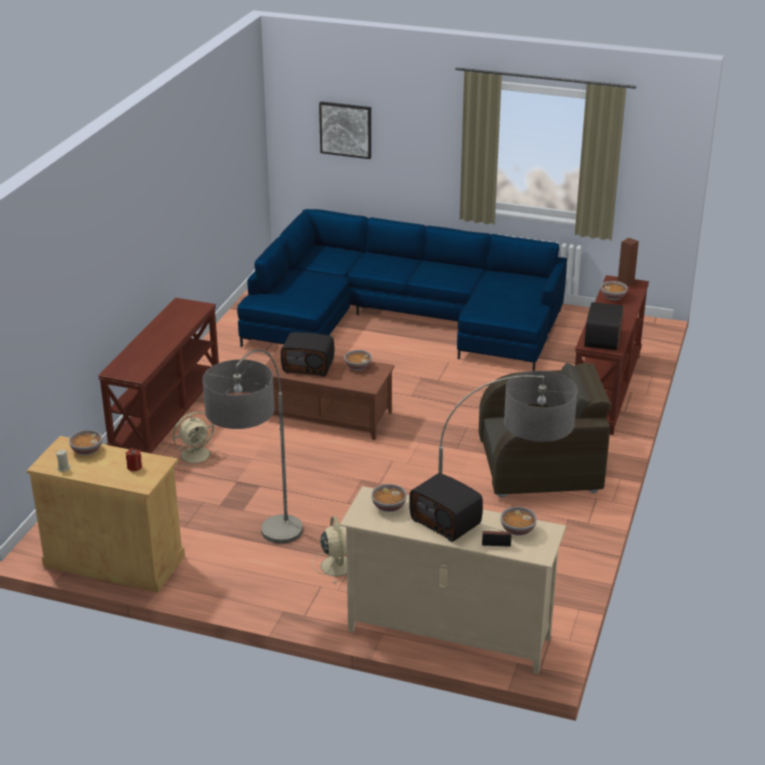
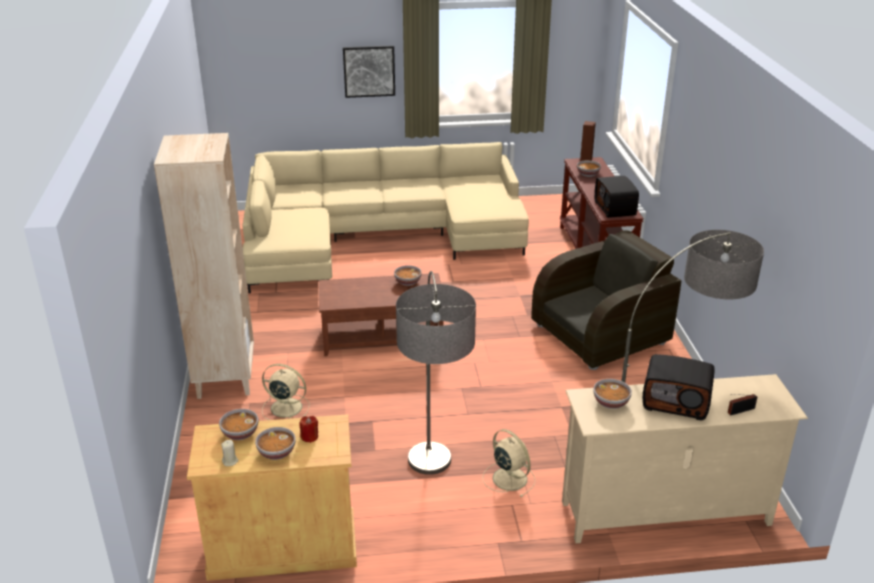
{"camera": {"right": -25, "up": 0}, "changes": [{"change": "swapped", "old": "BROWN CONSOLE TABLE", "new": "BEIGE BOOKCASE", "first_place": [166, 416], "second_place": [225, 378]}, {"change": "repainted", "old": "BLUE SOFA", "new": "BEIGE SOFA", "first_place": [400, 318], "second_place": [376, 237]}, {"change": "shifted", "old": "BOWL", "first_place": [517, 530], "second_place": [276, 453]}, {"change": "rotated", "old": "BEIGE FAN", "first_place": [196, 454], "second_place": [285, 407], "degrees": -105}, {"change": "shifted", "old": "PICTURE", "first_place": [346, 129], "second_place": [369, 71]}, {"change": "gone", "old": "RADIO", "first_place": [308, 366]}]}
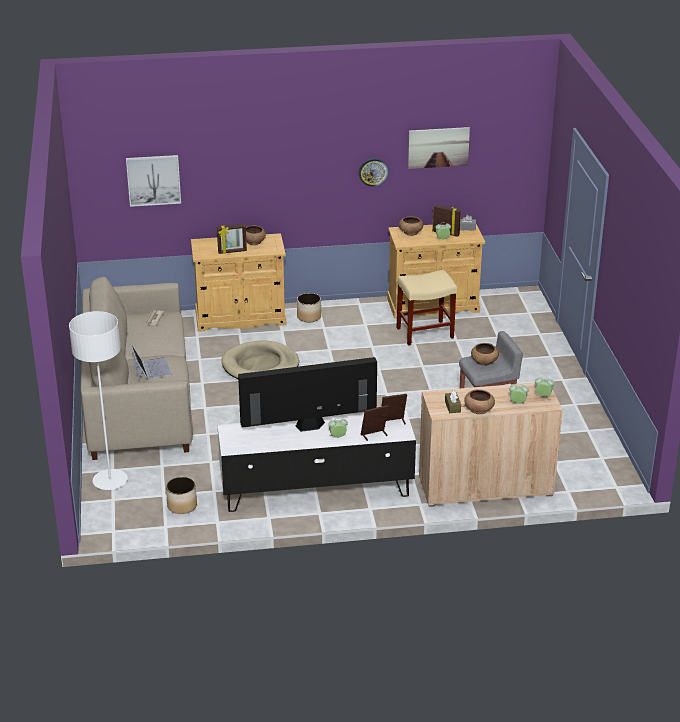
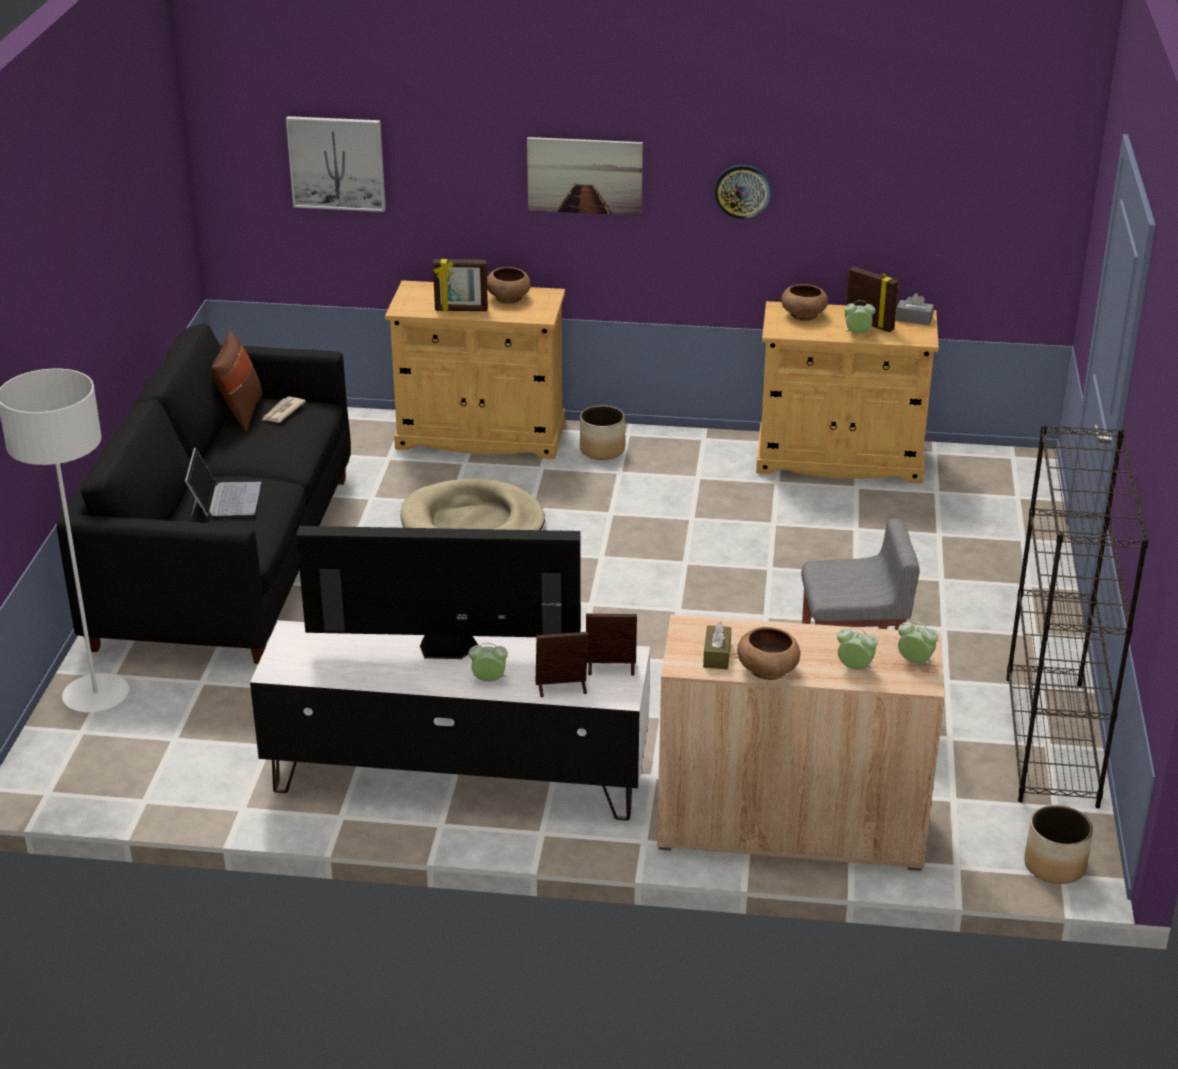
{"camera": {"right": 15, "up": 0}, "changes": [{"change": "repainted", "old": "BEIGE SOFA", "new": "BLACK SOFA", "first_place": [138, 402], "second_place": [225, 560]}, {"change": "new", "new": "BROWN PILLOW", "second_place": [240, 413]}, {"change": "shifted", "old": "PICTURE", "first_place": [438, 147], "second_place": [585, 175]}, {"change": "new", "new": "BLACK BOOKCASE", "second_place": [1052, 741]}, {"change": "shifted", "old": "PLANTER", "first_place": [181, 506], "second_place": [1054, 865]}, {"change": "gone", "old": "BEIGE STOOL", "first_place": [425, 332]}, {"change": "gone", "old": "BROWN BOWL", "first_place": [484, 362]}]}
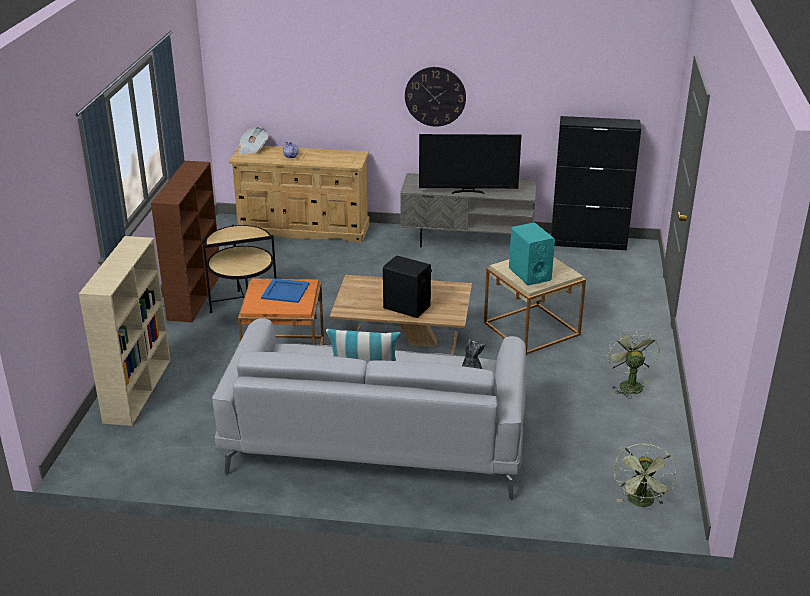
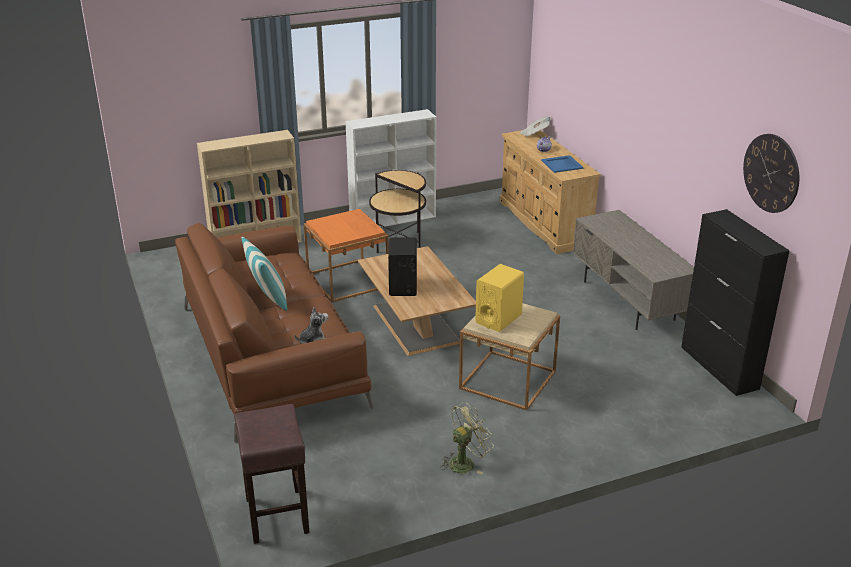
{"camera": {"right": 60, "up": 0}, "changes": [{"change": "repainted", "old": "GREY SOFA", "new": "BROWN SOFA", "first_place": [375, 439], "second_place": [270, 354]}, {"change": "swapped", "old": "GREEN FAN", "new": "BROWN STOOL", "first_place": [641, 503], "second_place": [277, 516]}, {"change": "repainted", "old": "BROWN BOOKCASE", "new": "WHITE BOOKCASE", "first_place": [195, 295], "second_place": [393, 219]}, {"change": "repainted", "old": "TURQUOISE SPEAKER", "new": "YELLOW SPEAKER", "first_place": [529, 274], "second_place": [498, 318]}, {"change": "shifted", "old": "BLUE TRAY", "first_place": [286, 291], "second_place": [562, 164]}, {"change": "shifted", "old": "WALL CLOCK", "first_place": [435, 96], "second_place": [771, 173]}, {"change": "gone", "old": "TELEVISION", "first_place": [468, 192]}]}
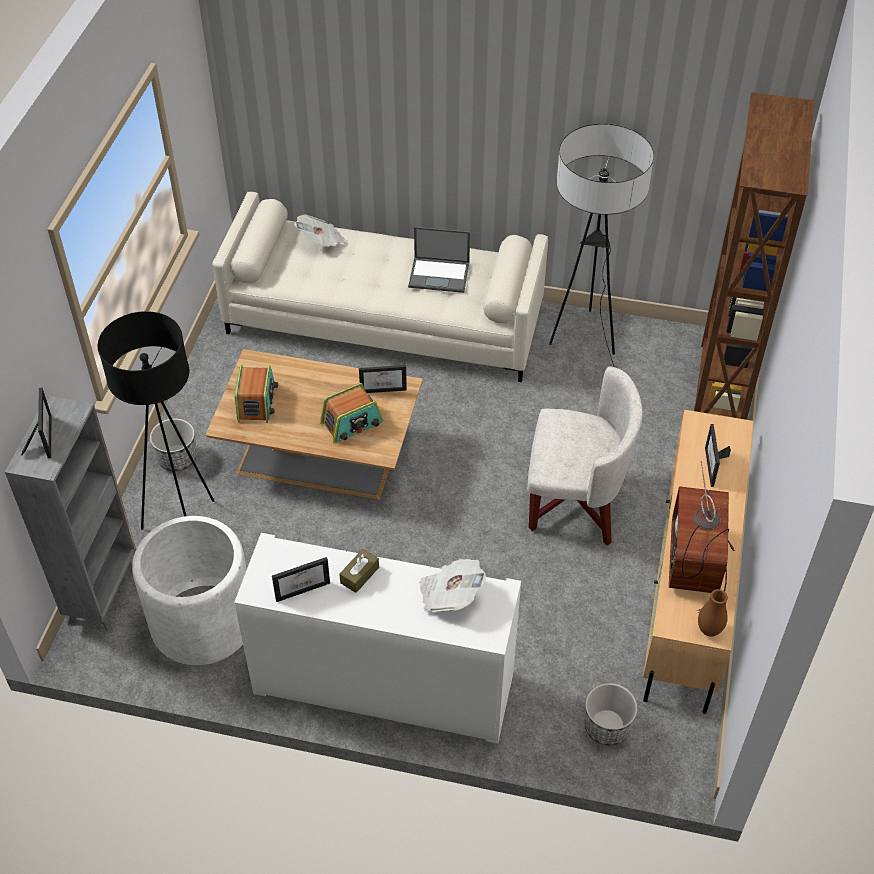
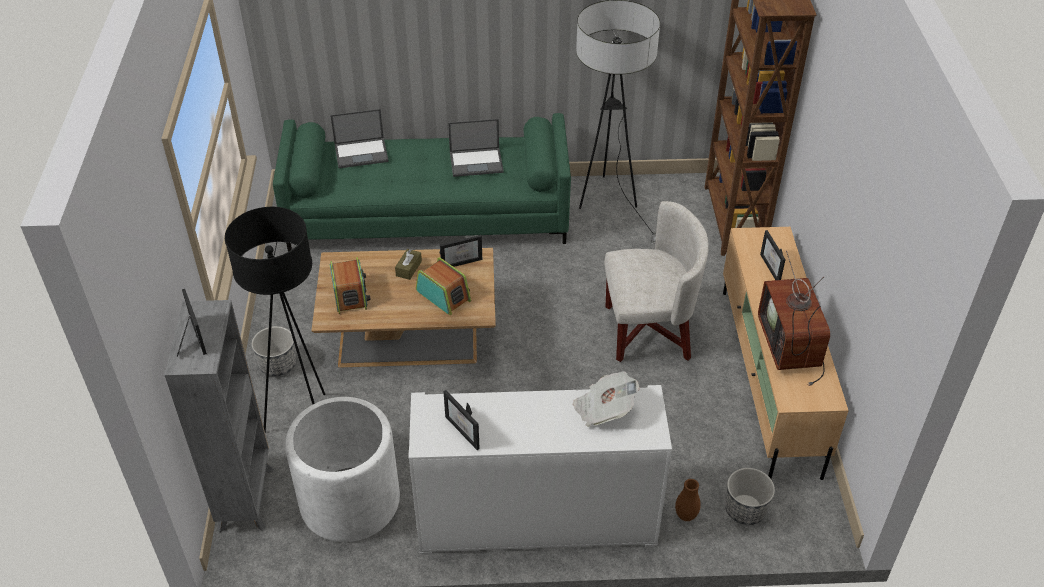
{"camera": {"right": -15, "up": -5}, "changes": [{"change": "repainted", "old": "BEIGE SOFA", "new": "GREEN SOFA", "first_place": [385, 320], "second_place": [429, 215]}, {"change": "swapped", "old": "NEWSPAPER", "new": "LAPTOP", "first_place": [321, 241], "second_place": [362, 153]}, {"change": "shifted", "old": "BROWN TISSUE BOX", "first_place": [359, 575], "second_place": [408, 268]}, {"change": "rotated", "old": "RADIO", "first_place": [352, 423], "second_place": [443, 295], "degrees": -90}, {"change": "rotated", "old": "PICTURE FRAME", "first_place": [302, 586], "second_place": [467, 430], "degrees": 90}, {"change": "shifted", "old": "BROWN VASE", "first_place": [709, 630], "second_place": [686, 516]}]}
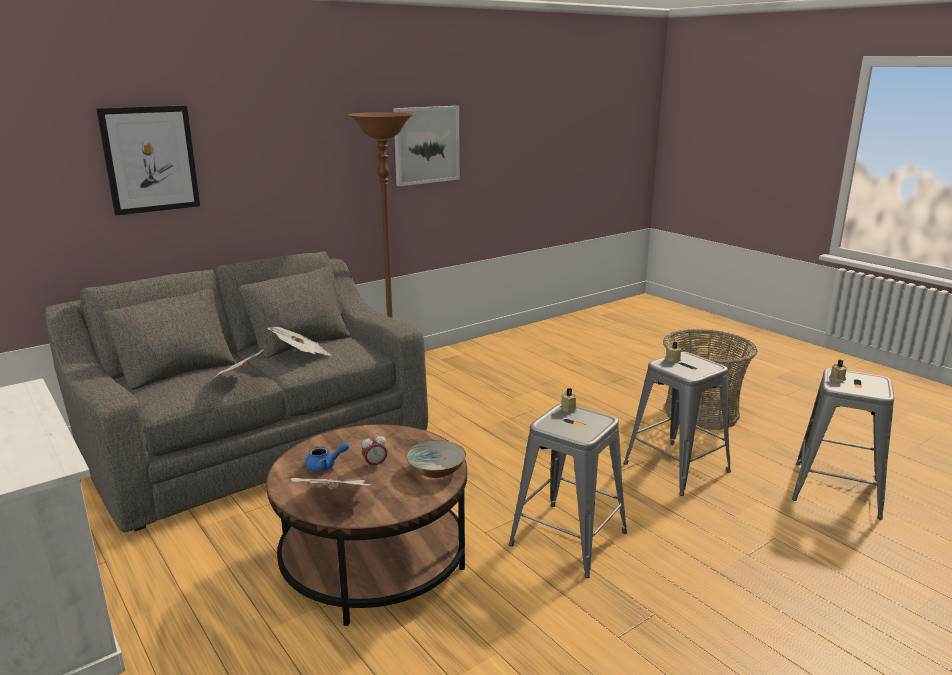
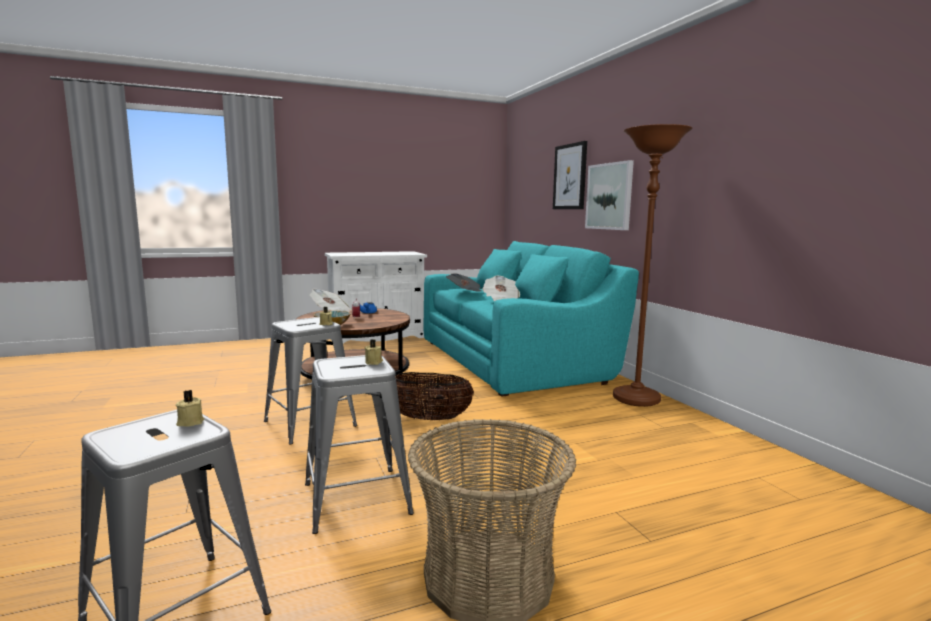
{"camera": {"right": 105, "up": -10}, "changes": [{"change": "new", "new": "BASKET", "second_place": [428, 419]}, {"change": "repainted", "old": "GREY SOFA", "new": "TURQUOISE SOFA", "first_place": [255, 442], "second_place": [514, 360]}, {"change": "shifted", "old": "PICTURE", "first_place": [426, 145], "second_place": [609, 196]}]}
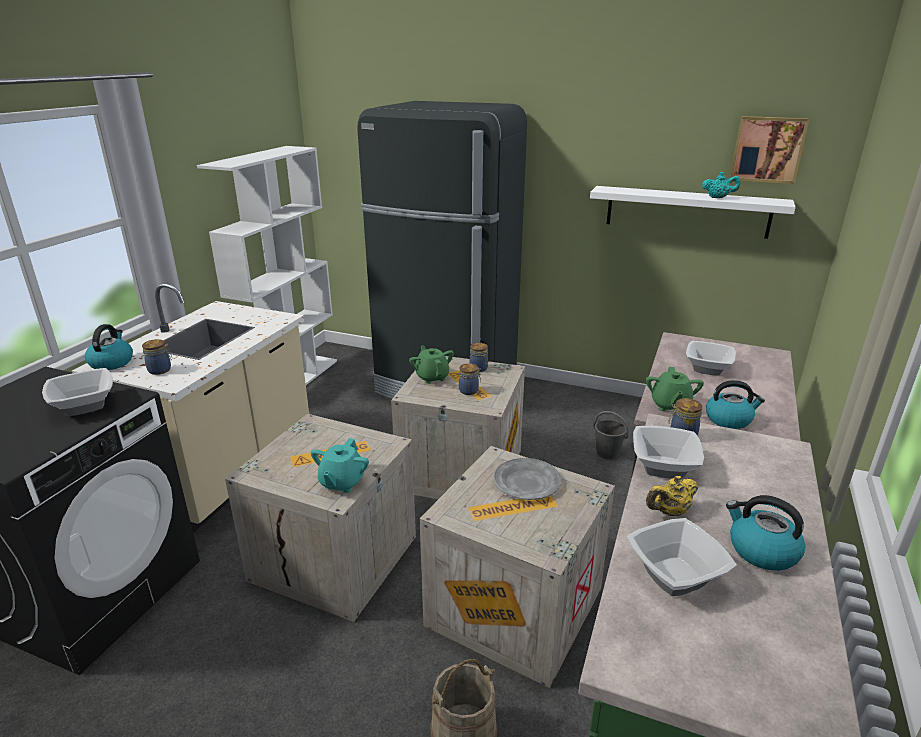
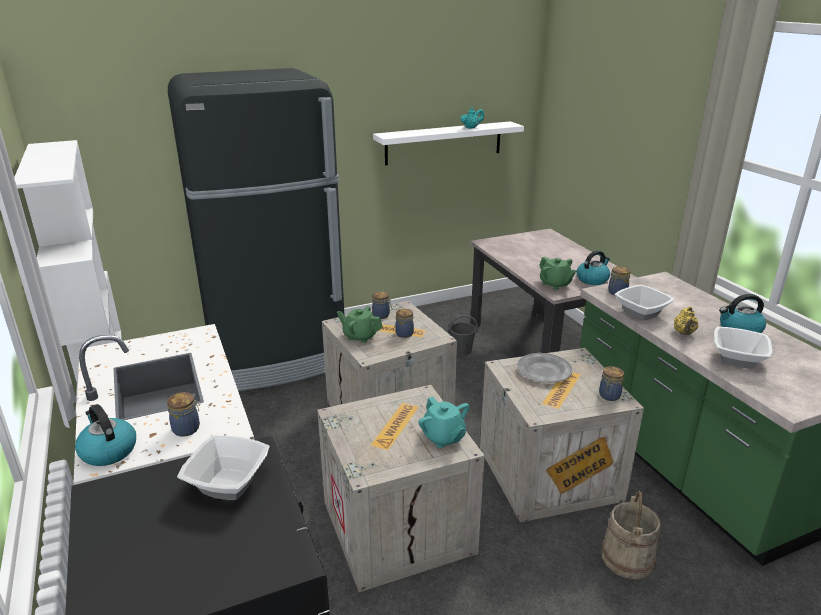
{"camera": {"right": -45, "up": 0}, "changes": [{"change": "new", "new": "JAR", "second_place": [609, 396]}, {"change": "gone", "old": "BOWL", "first_place": [708, 368]}, {"change": "gone", "old": "PICTURE", "first_place": [767, 149]}]}
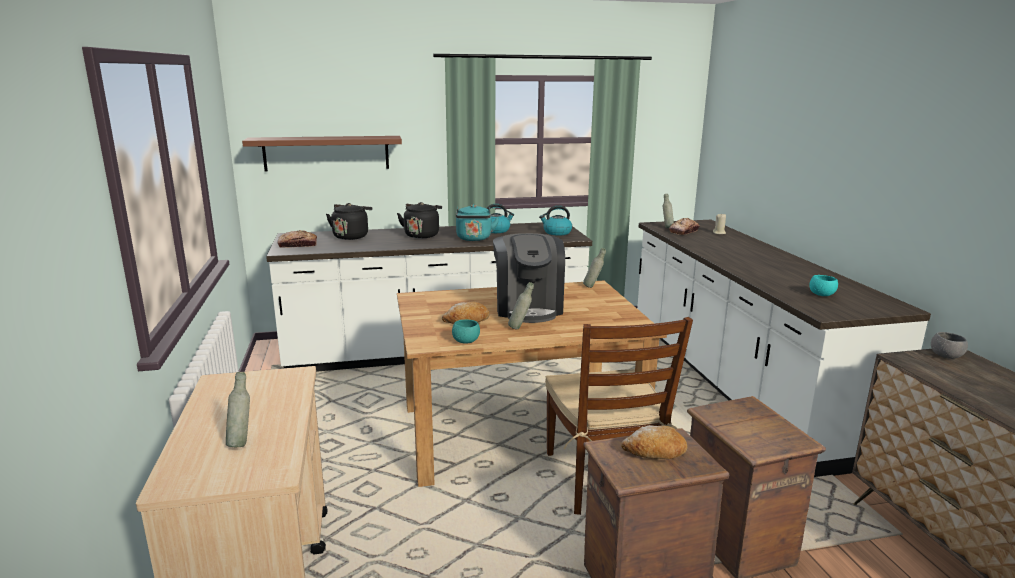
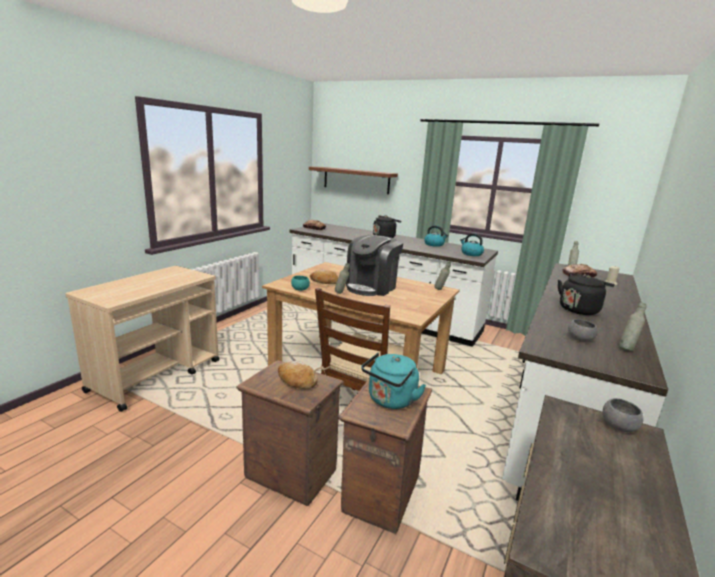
{"camera": {"right": 40, "up": 0}, "changes": [{"change": "shifted", "old": "TURQUOISE KETTLE", "first_place": [474, 239], "second_place": [390, 401]}, {"change": "shifted", "old": "BLACK KETTLE", "first_place": [351, 236], "second_place": [579, 309]}, {"change": "repainted", "old": "TURQUOISE BOWL", "new": "GREY BOWL", "first_place": [822, 295], "second_place": [580, 339]}, {"change": "shifted", "old": "GREY BOTTLE", "first_place": [241, 442], "second_place": [627, 349]}]}
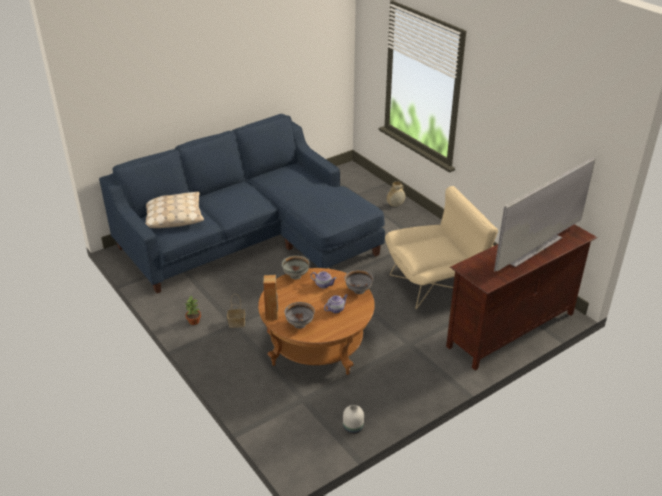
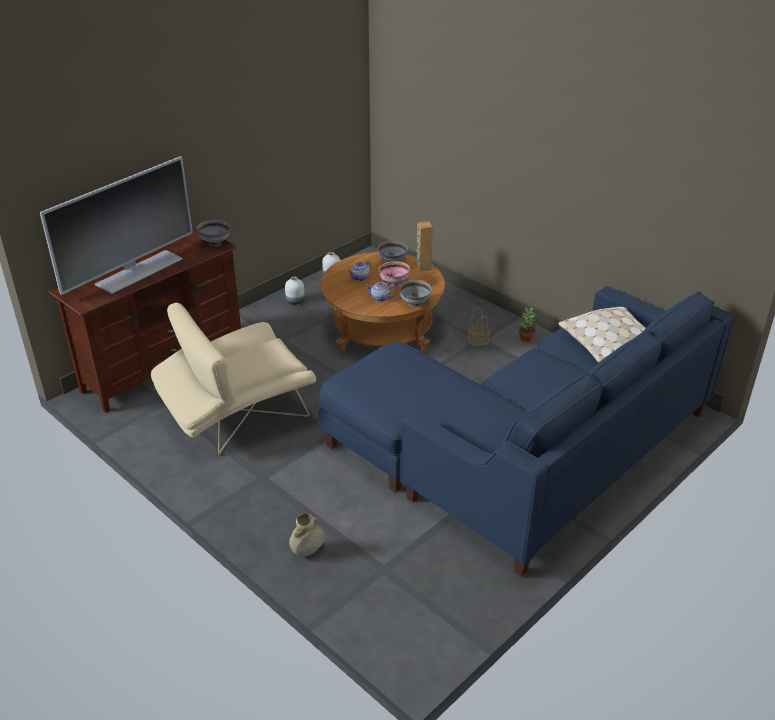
{"camera": {"right": 170, "up": 0}, "changes": [{"change": "shifted", "old": "GREY BOWL", "first_place": [358, 291], "second_place": [215, 243]}, {"change": "new", "new": "WHITE VASE", "second_place": [295, 301]}, {"change": "new", "new": "PINK BOWL", "second_place": [393, 284]}]}
